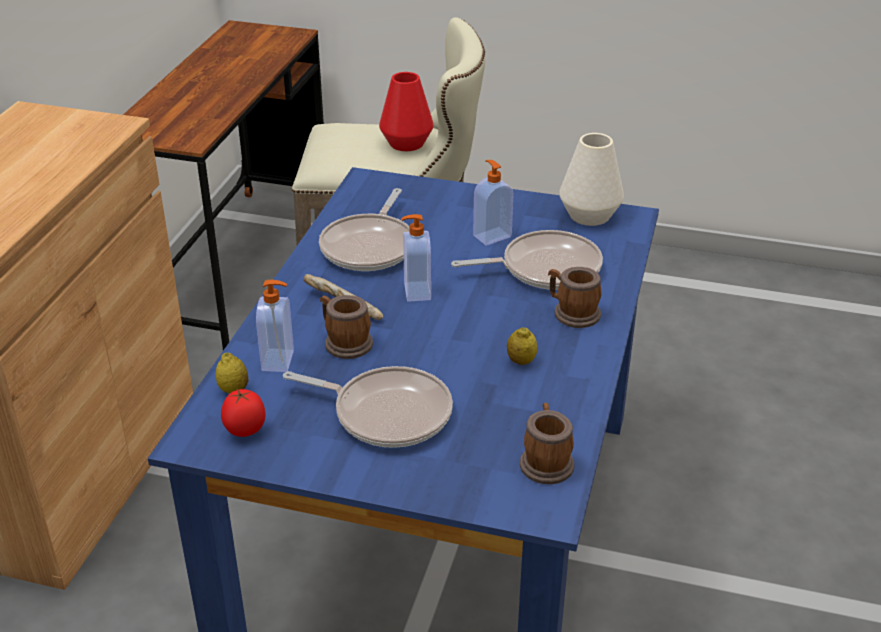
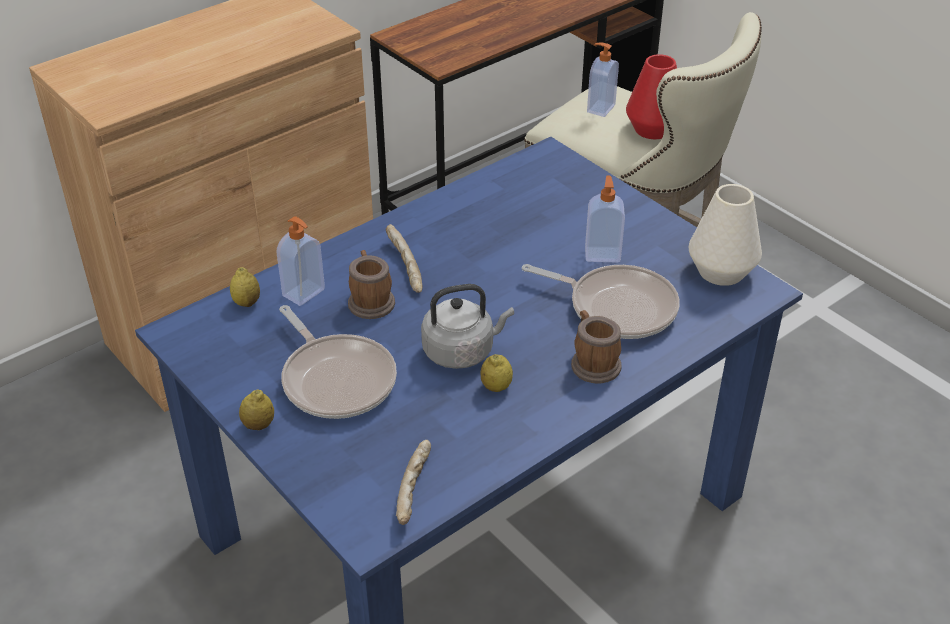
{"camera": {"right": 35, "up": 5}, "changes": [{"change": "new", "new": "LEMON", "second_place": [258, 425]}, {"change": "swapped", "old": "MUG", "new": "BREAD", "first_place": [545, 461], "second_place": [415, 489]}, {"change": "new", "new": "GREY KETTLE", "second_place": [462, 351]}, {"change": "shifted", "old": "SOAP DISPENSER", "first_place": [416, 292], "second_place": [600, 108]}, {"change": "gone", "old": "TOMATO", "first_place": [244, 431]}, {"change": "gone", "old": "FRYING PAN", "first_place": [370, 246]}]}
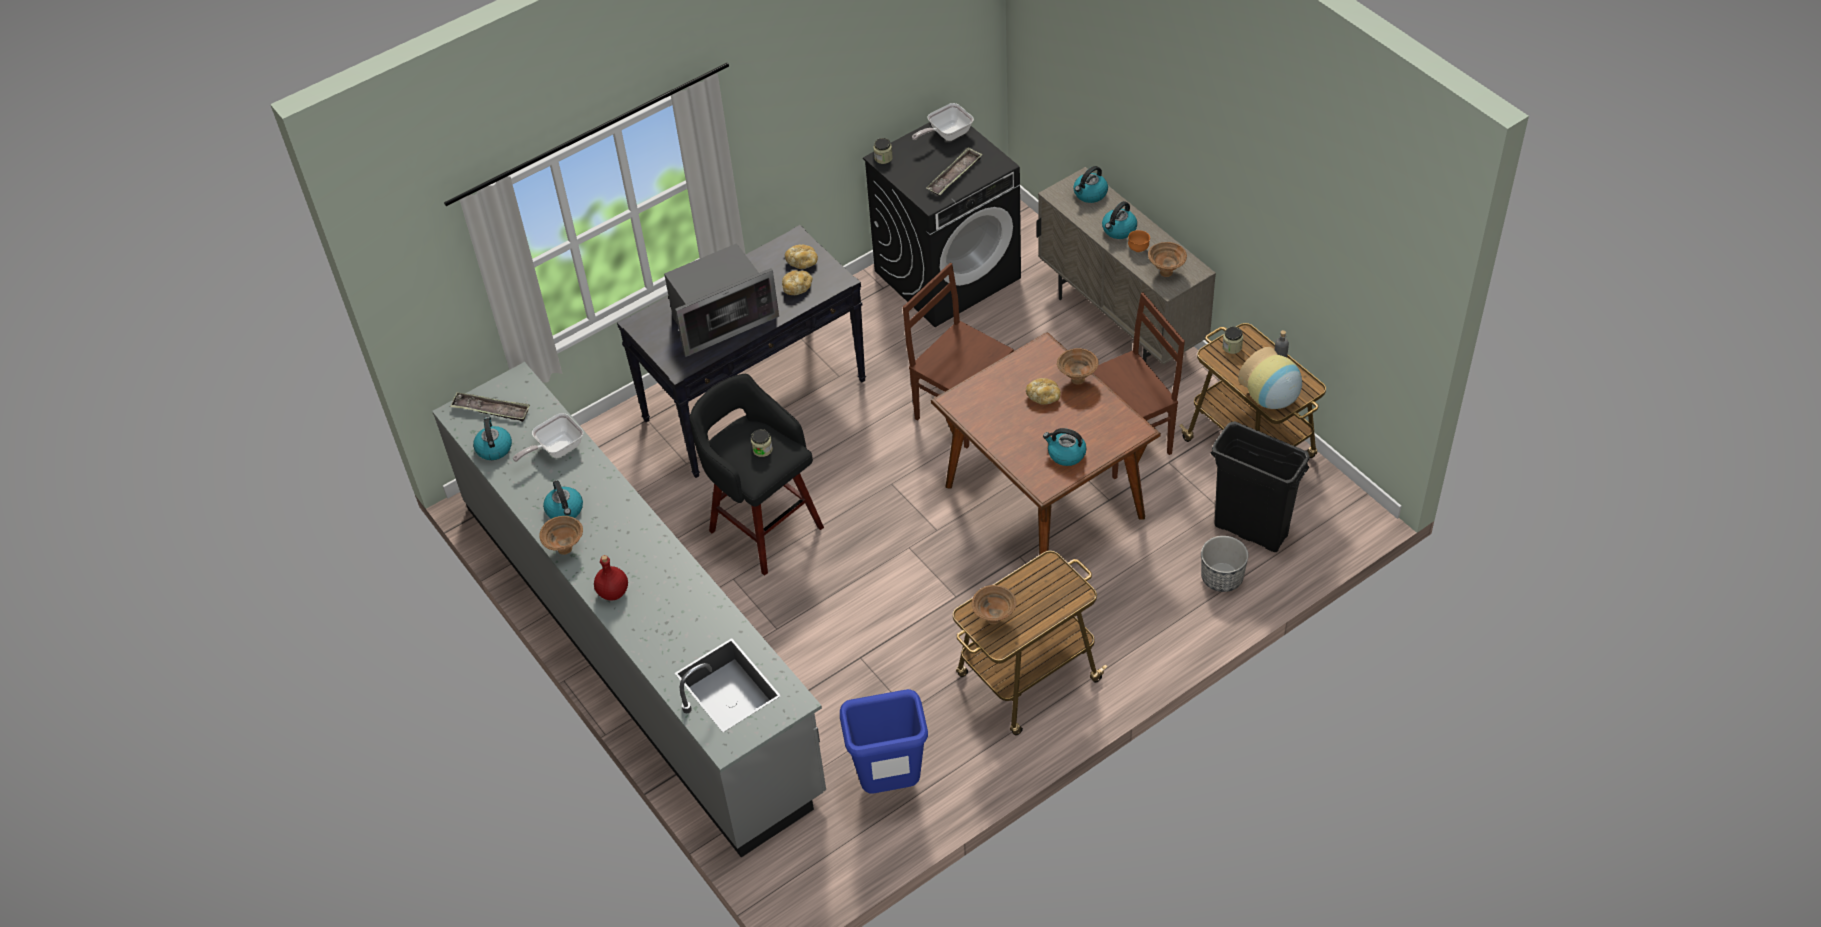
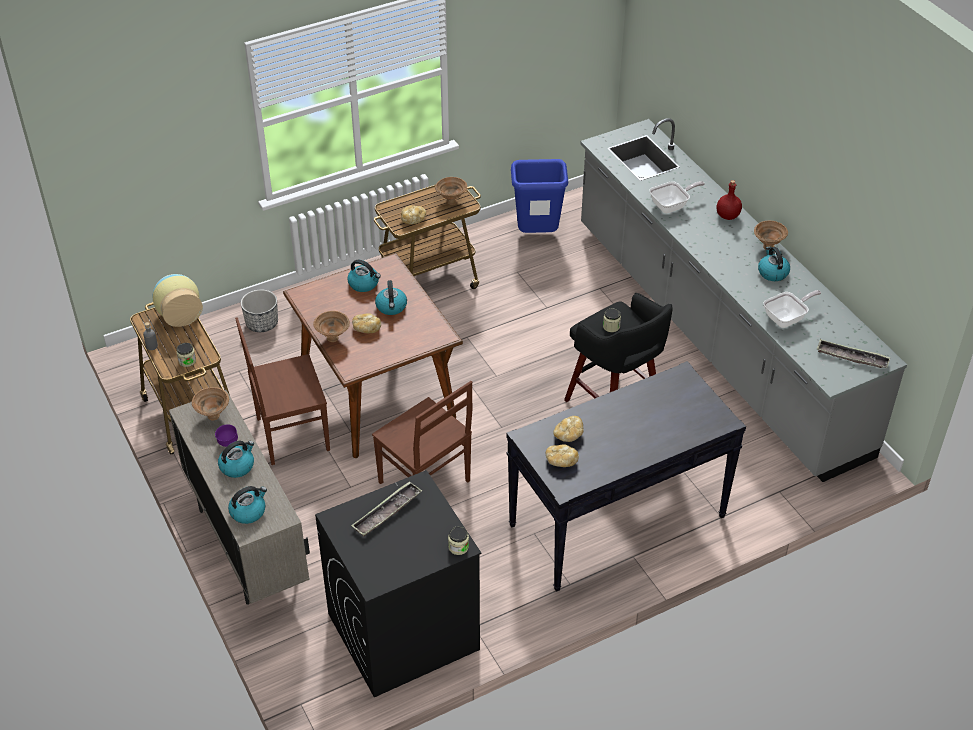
{"camera": {"right": -175, "up": -5}, "changes": [{"change": "repainted", "old": "ORANGE BOWL", "new": "PURPLE BOWL", "first_place": [1138, 249], "second_place": [228, 443]}, {"change": "shifted", "old": "KETTLE", "first_place": [494, 448], "second_place": [391, 307]}, {"change": "new", "new": "BREAD", "second_place": [413, 219]}, {"change": "shifted", "old": "FRYING PAN", "first_place": [946, 134], "second_place": [672, 206]}, {"change": "gone", "old": "MICROWAVE", "first_place": [721, 320]}, {"change": "gone", "old": "BLACK TRASH CAN", "first_place": [1250, 530]}]}
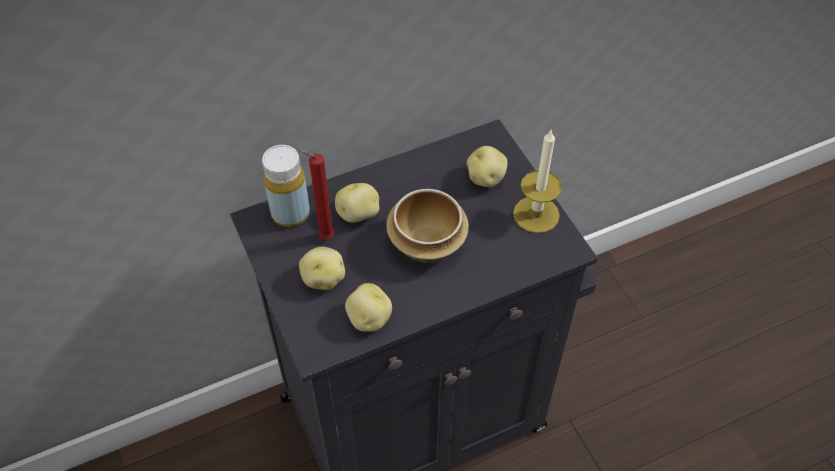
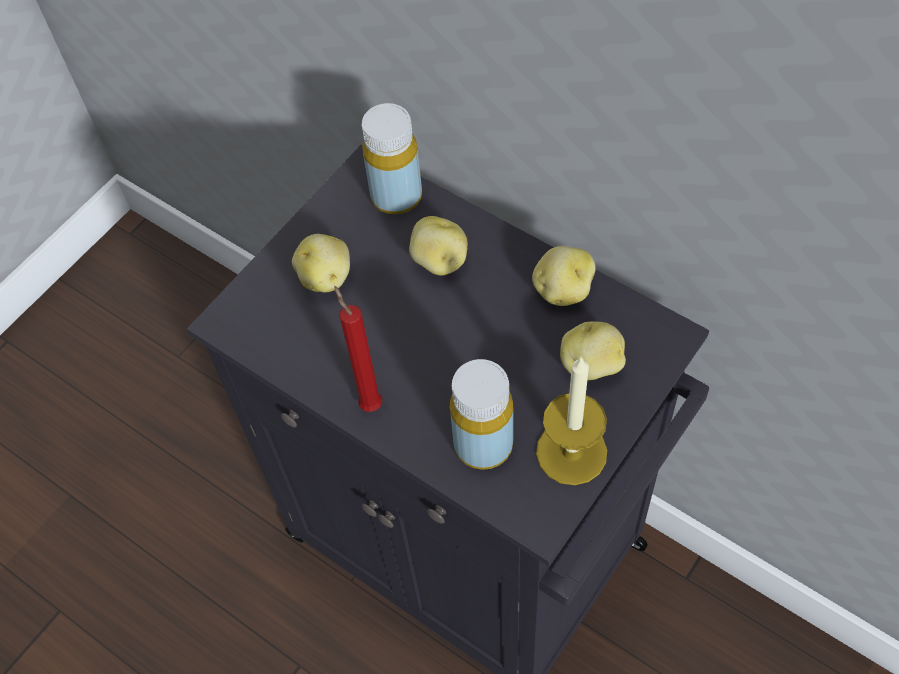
{"camera": {"right": 65, "up": 5}, "changes": [{"change": "shifted", "old": "RED CANDLE", "first_place": [324, 237], "second_place": [369, 402]}, {"change": "new", "new": "YELLOW BOTTLE", "second_place": [483, 444]}, {"change": "shifted", "old": "POTATO", "first_place": [368, 319], "second_place": [562, 290]}, {"change": "gone", "old": "BOWL", "first_place": [427, 242]}]}
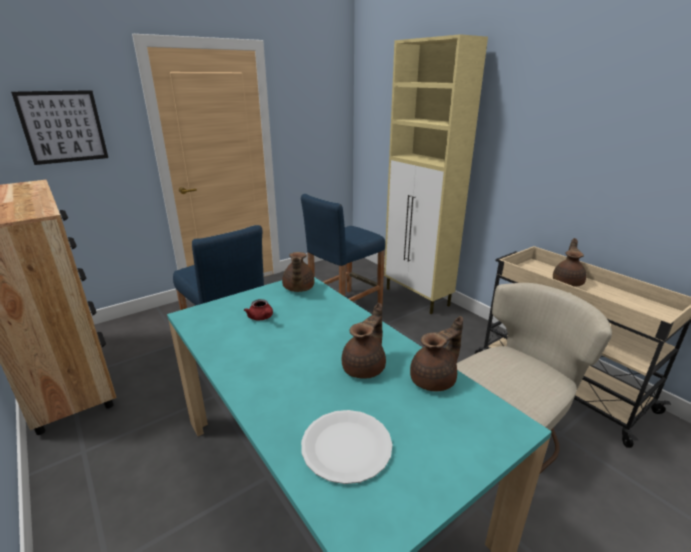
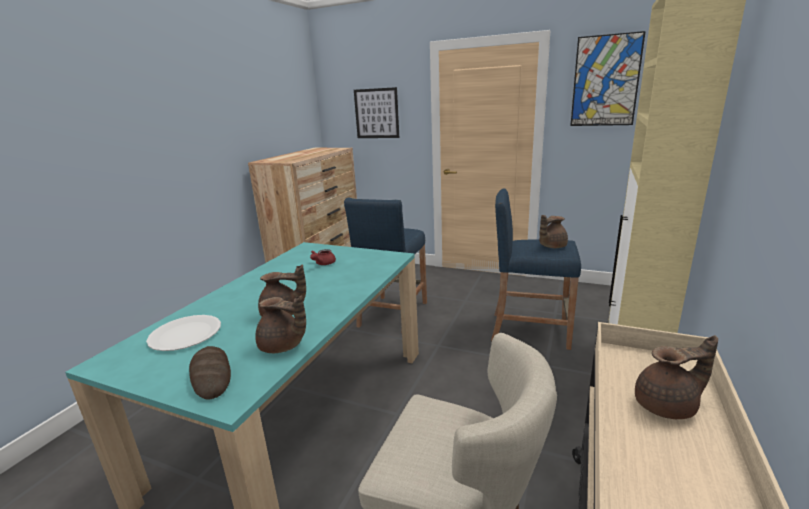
{"camera": {"right": 60, "up": -5}, "changes": [{"change": "new", "new": "BREAD", "second_place": [211, 375]}, {"change": "shifted", "old": "BROWN TEAPOT", "first_place": [298, 288], "second_place": [551, 246]}, {"change": "new", "new": "PICTURE", "second_place": [605, 81]}]}
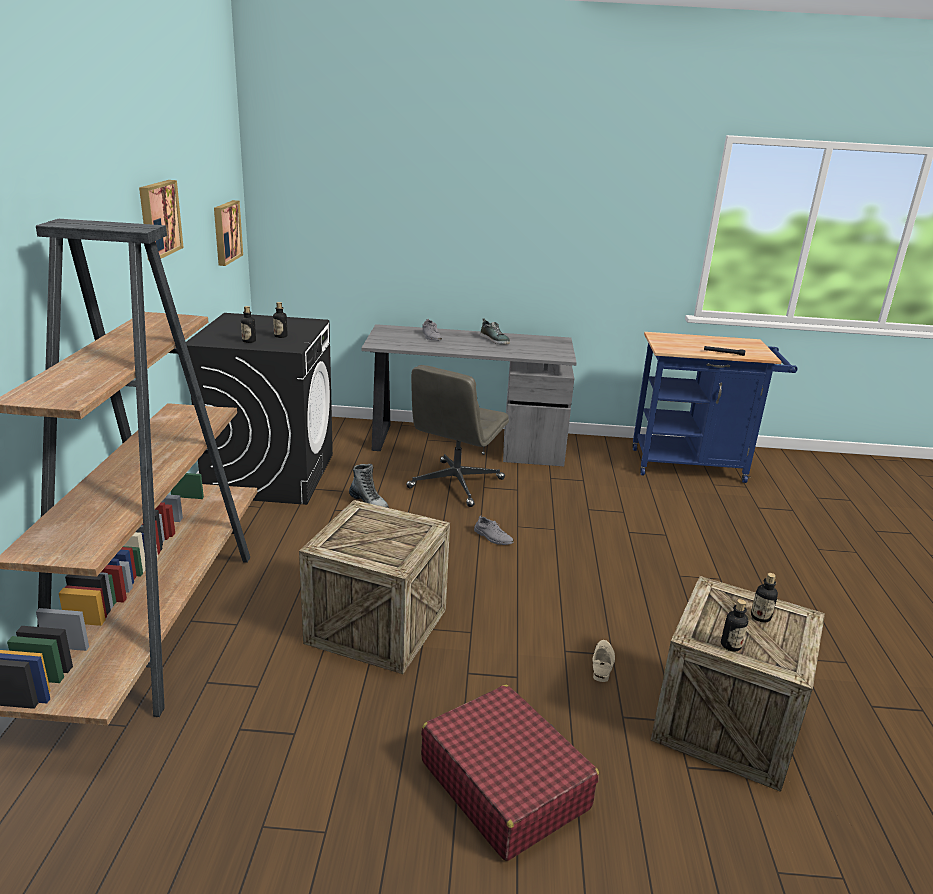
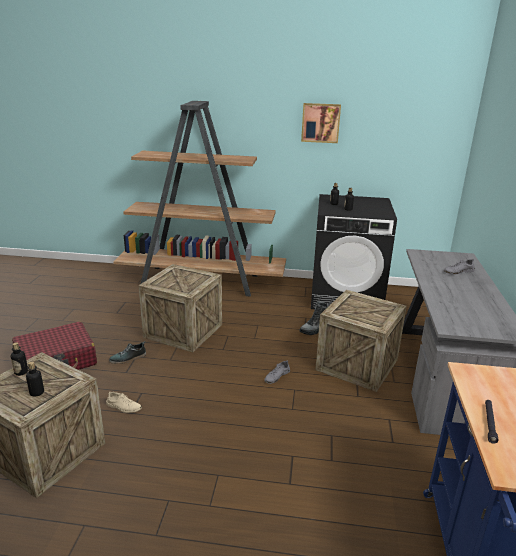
{"camera": {"right": 95, "up": 0}, "changes": [{"change": "shifted", "old": "SHOE", "first_place": [495, 340], "second_place": [128, 358]}, {"change": "swapped", "old": "GREY OFFICE CHAIR", "new": "CRATE", "first_place": [455, 484], "second_place": [357, 364]}, {"change": "gone", "old": "PICTURE", "first_place": [225, 232]}]}
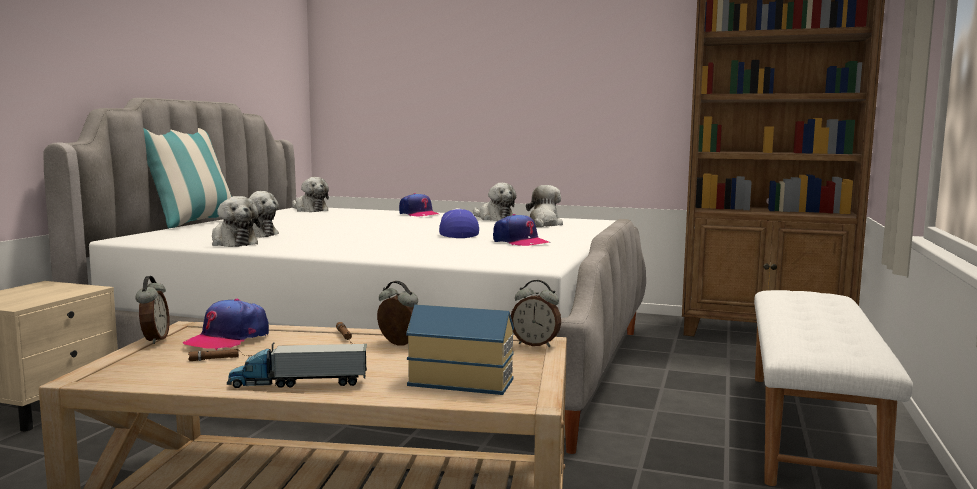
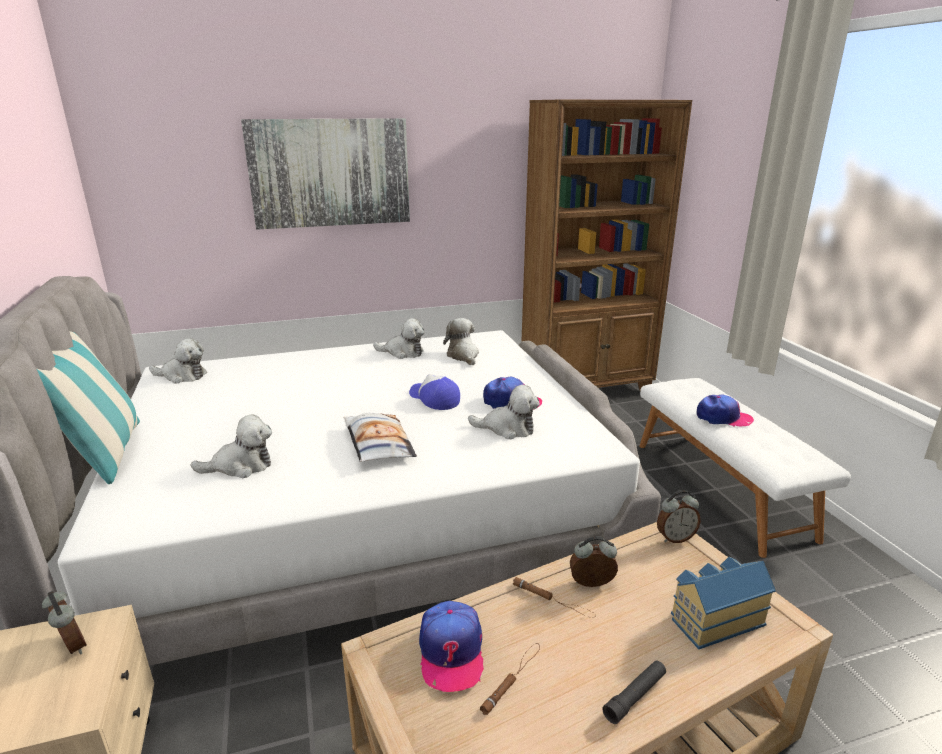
{"camera": {"right": -35, "up": 15}, "changes": [{"change": "shifted", "old": "ALARM CLOCK", "first_place": [154, 340], "second_place": [72, 647]}, {"change": "new", "new": "PICTURE", "second_place": [330, 173]}, {"change": "new", "new": "PILLOW", "second_place": [377, 444]}, {"change": "shifted", "old": "PLUSH TOY", "first_place": [233, 243], "second_place": [507, 428]}, {"change": "swapped", "old": "TOY TRUCK", "new": "BLACK FLASHLIGHT", "first_place": [298, 383], "second_place": [635, 696]}, {"change": "shifted", "old": "CAP", "first_place": [419, 214], "second_place": [723, 418]}]}
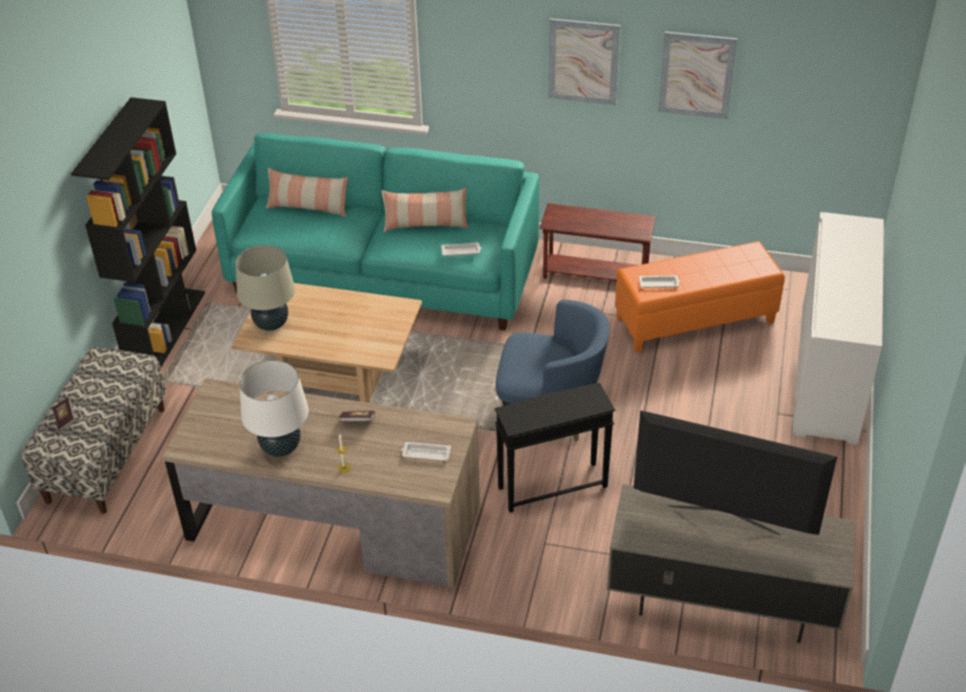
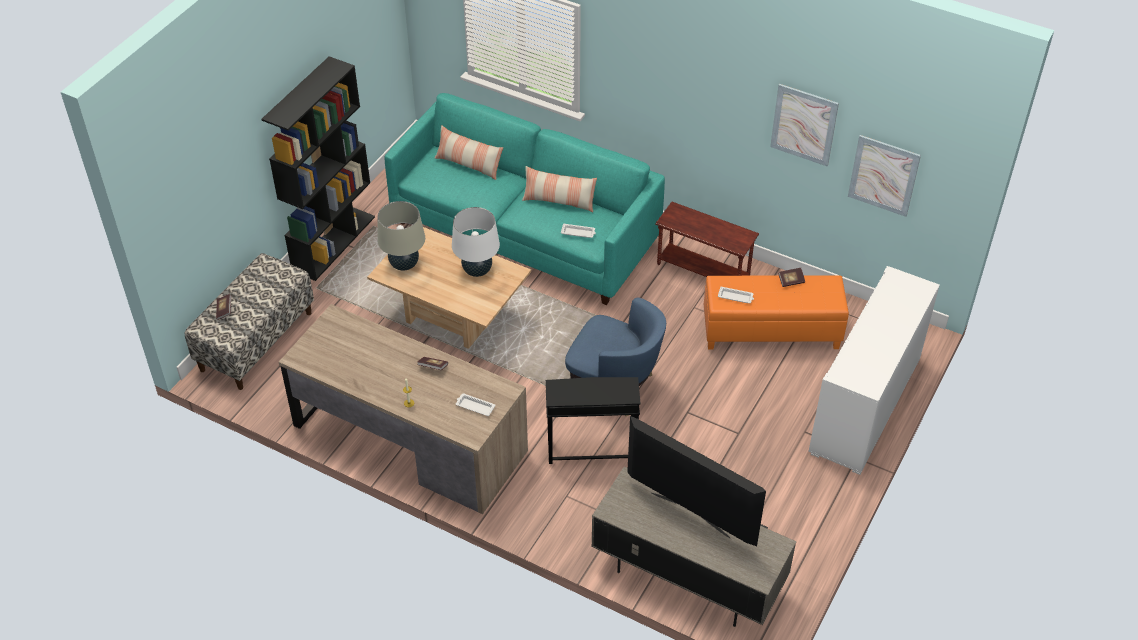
{"camera": {"right": 15, "up": 5}, "changes": [{"change": "shifted", "old": "WHITE TABLE LAMP", "first_place": [280, 448], "second_place": [477, 270]}, {"change": "new", "new": "BOOK", "second_place": [791, 281]}, {"change": "shifted", "old": "PICTURE", "first_place": [583, 61], "second_place": [883, 175]}]}
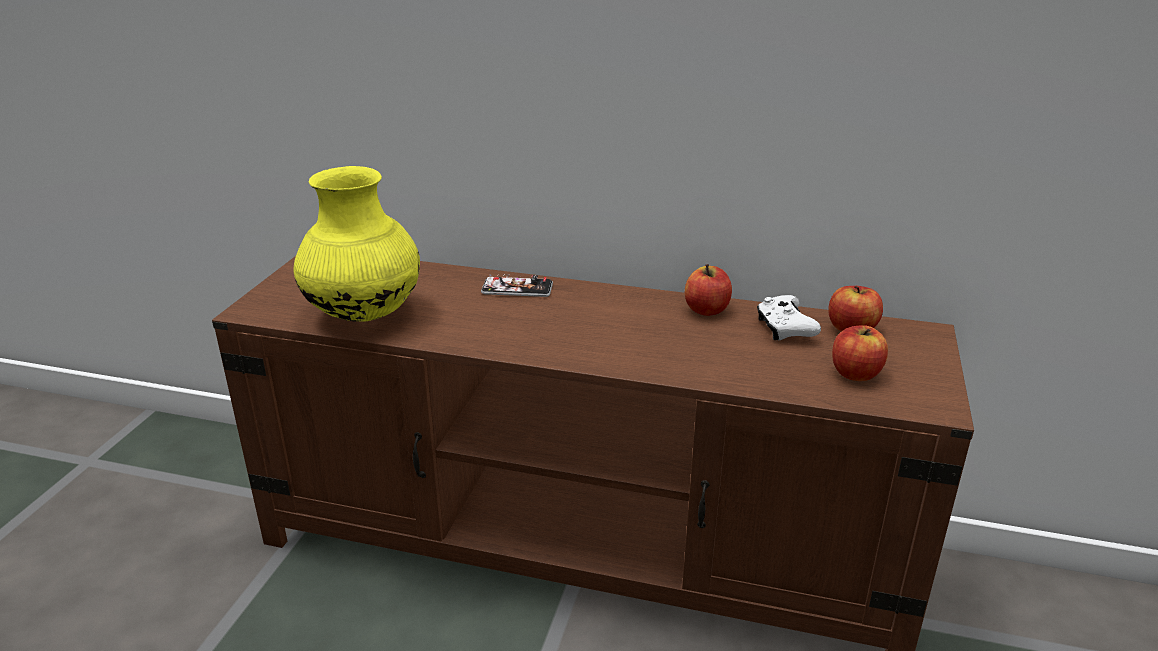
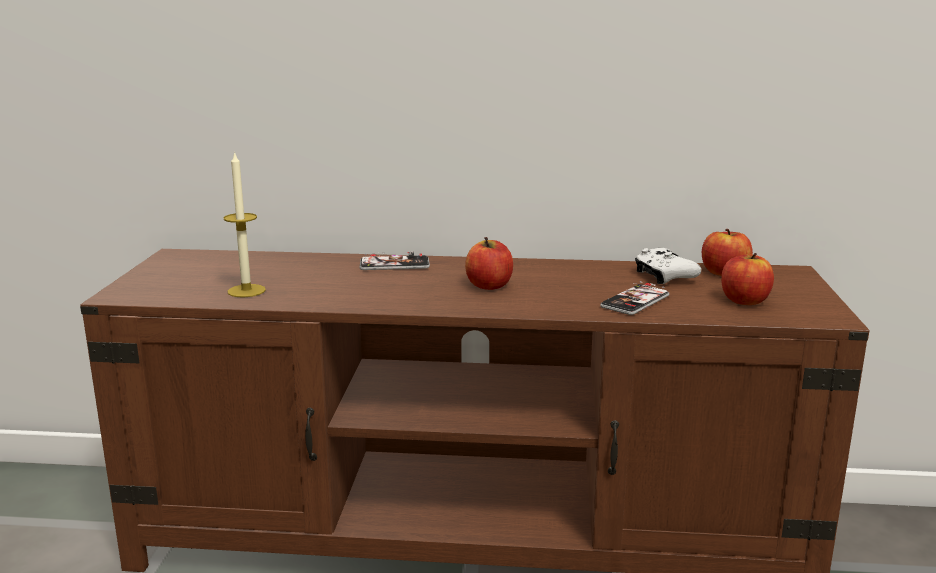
{"camera": {"right": -10, "up": -10}, "changes": [{"change": "swapped", "old": "YELLOW VASE", "new": "CANDLE", "first_place": [365, 314], "second_place": [246, 291]}, {"change": "shifted", "old": "APPLE", "first_place": [706, 310], "second_place": [489, 286]}, {"change": "new", "new": "PHONE", "second_place": [635, 301]}]}
